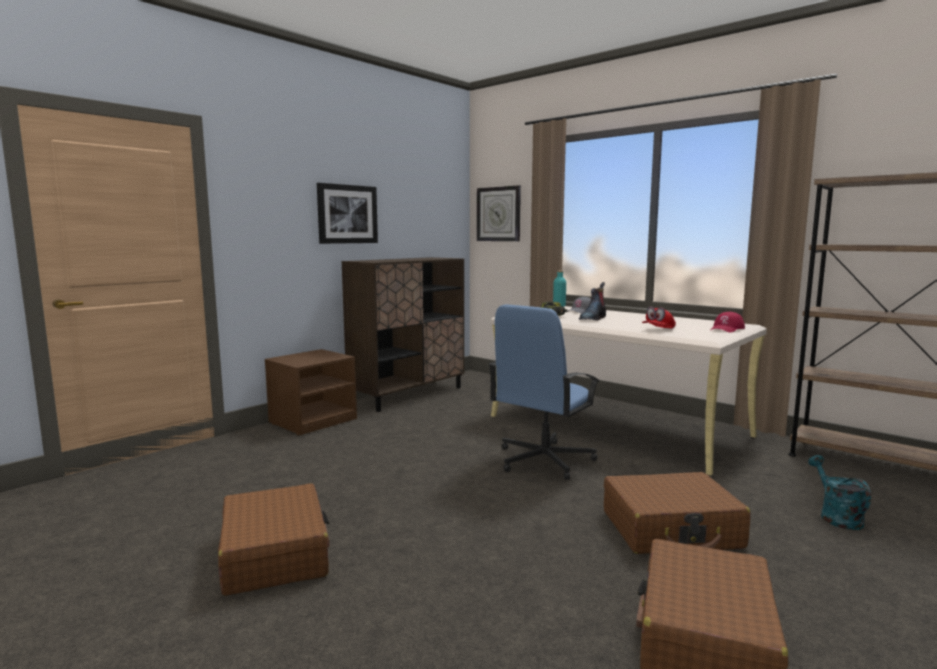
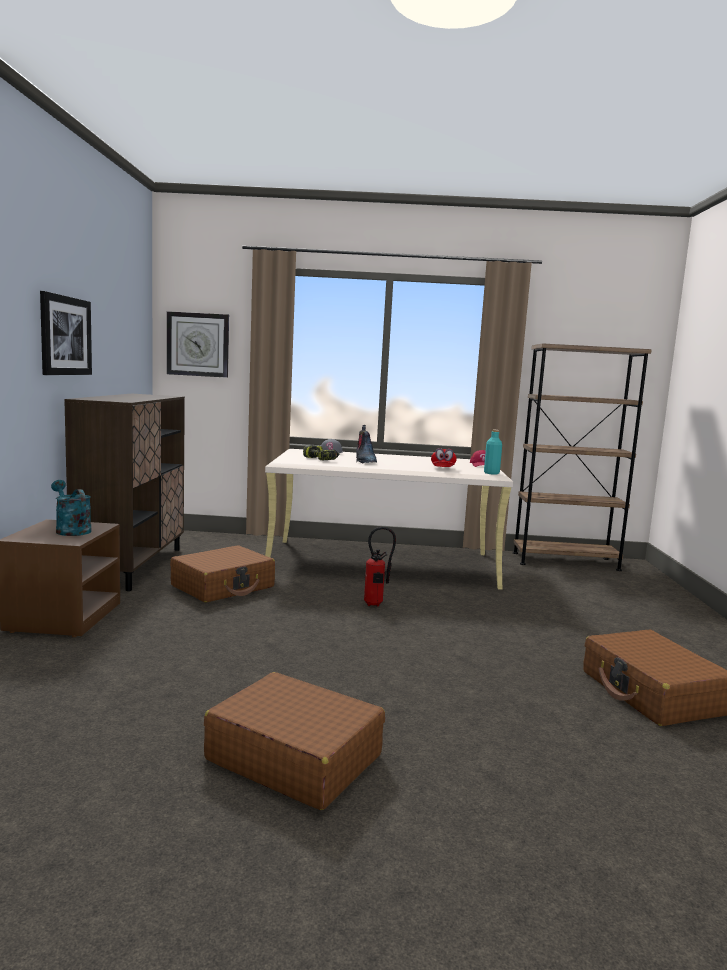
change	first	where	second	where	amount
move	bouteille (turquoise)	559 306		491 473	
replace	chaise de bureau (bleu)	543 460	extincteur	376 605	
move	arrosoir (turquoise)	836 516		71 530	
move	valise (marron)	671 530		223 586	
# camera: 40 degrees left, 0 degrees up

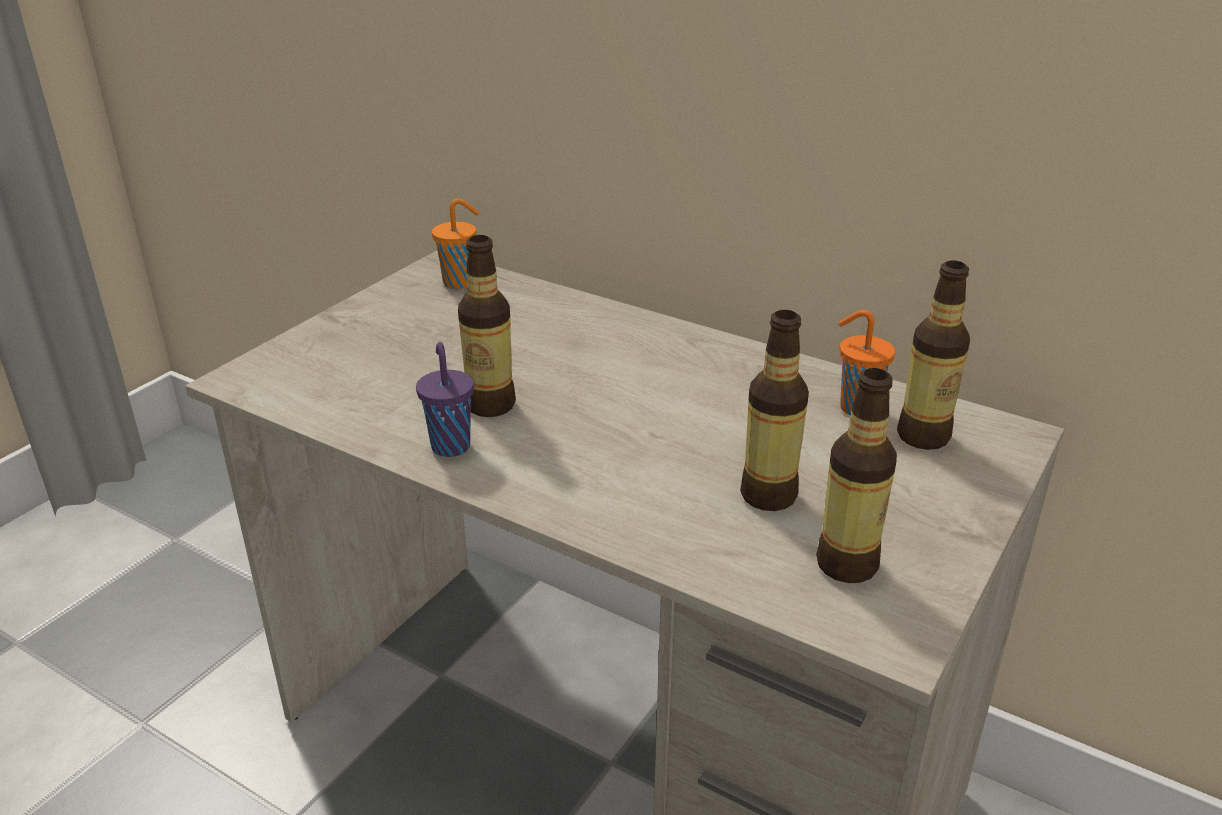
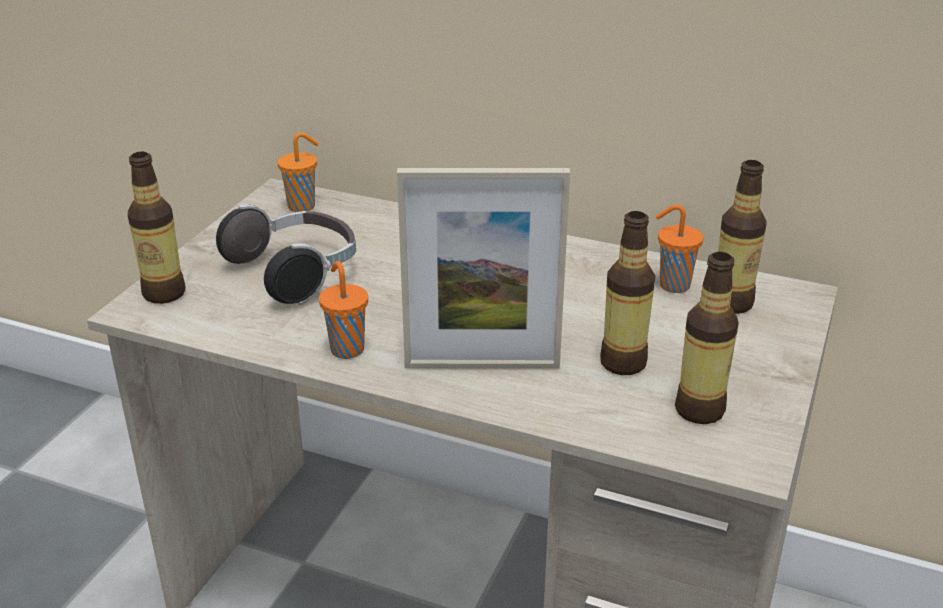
change	first	where	second	where	amount
move	bouteille	490 405		164 293	
recolor	tasse (violet)	450 445	tasse (orange)	346 349	
insert			cadre photo	482 365	
insert			casque audio	296 273	
# camera: 10 degrees left, 0 degrees up

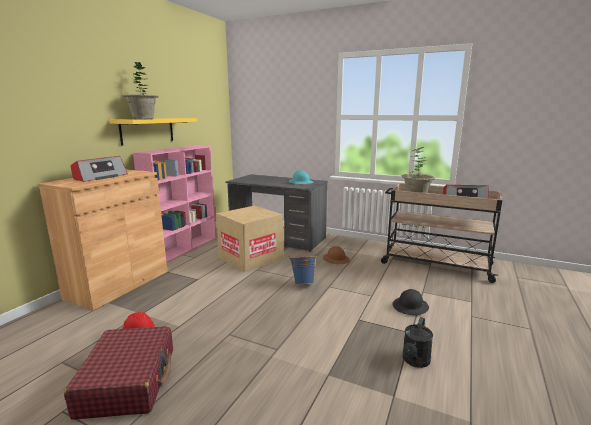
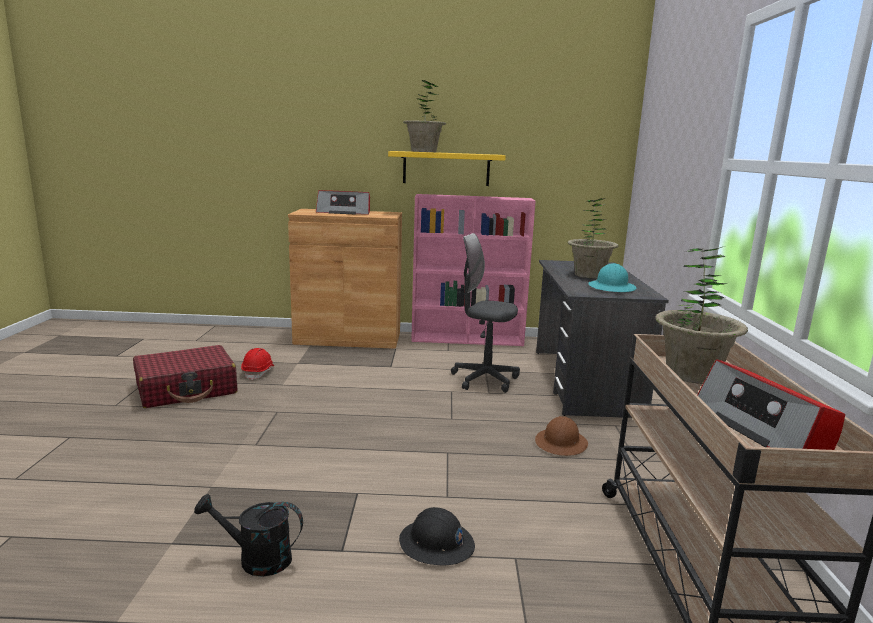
change	first	where	second	where	amount
replace	carton	250 258	chaise de bureau (gris)	484 379	
delete	seau (bleu)	303 283			
insert			plante en pot	589 275	
# camera: 65 degrees right, 0 degrees up

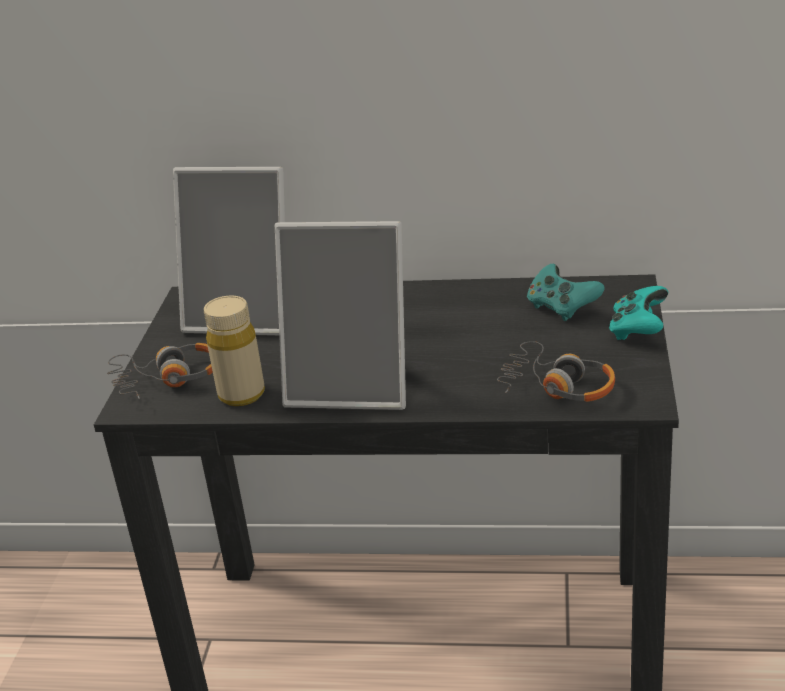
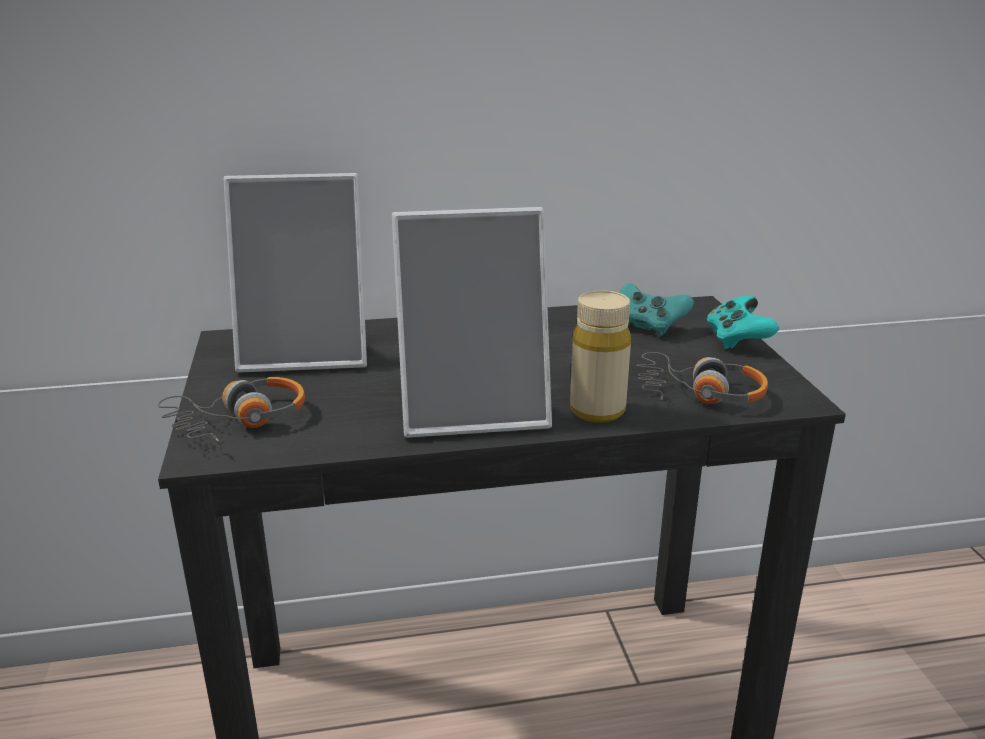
change	first	where	second	where	amount
move	bouteille (beige)	241 394		597 411	
# camera: 20 degrees left, 5 degrees down

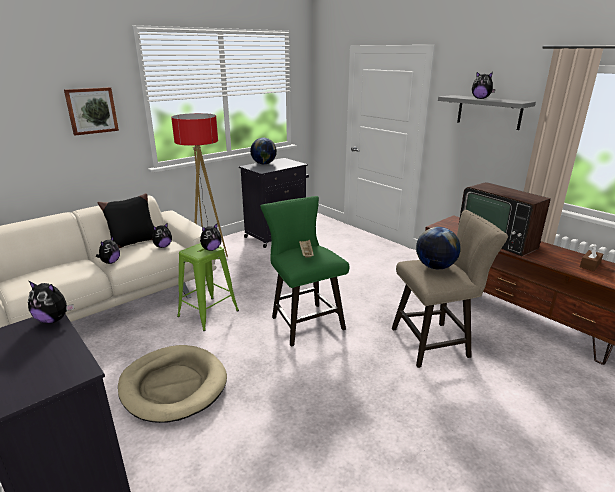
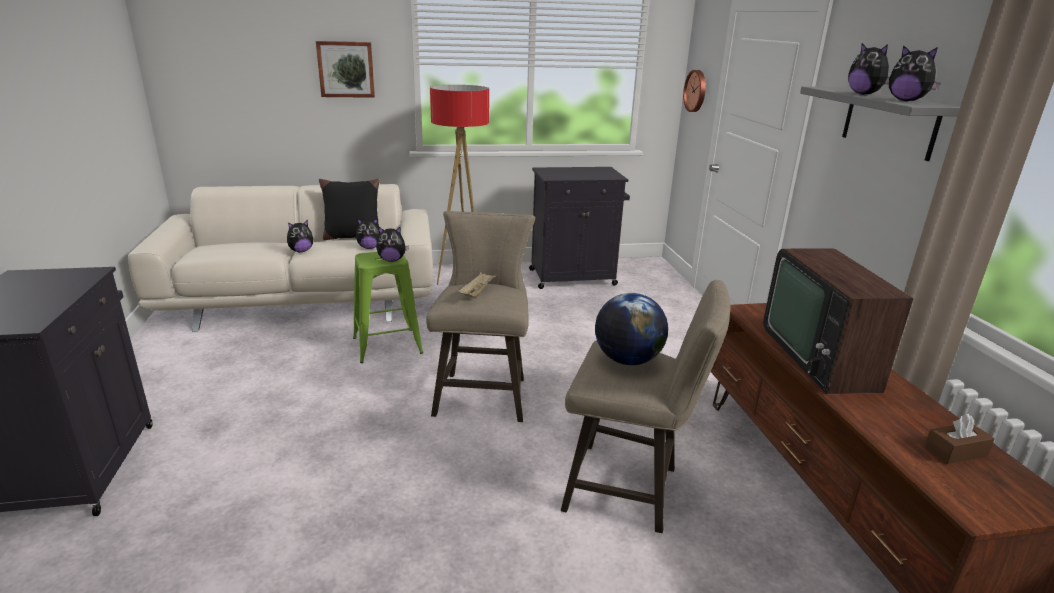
change	first	where	second	where	amount
delete	globe	264 164			
recolor	tabouret (vert)	304 321	tabouret (beige)	483 392	
move	peluche	54 319		906 101	
delete	panier pour chien (beige)	173 385			
insert			horloge murale	696 91	
# camera: 30 degrees right, 0 degrees up

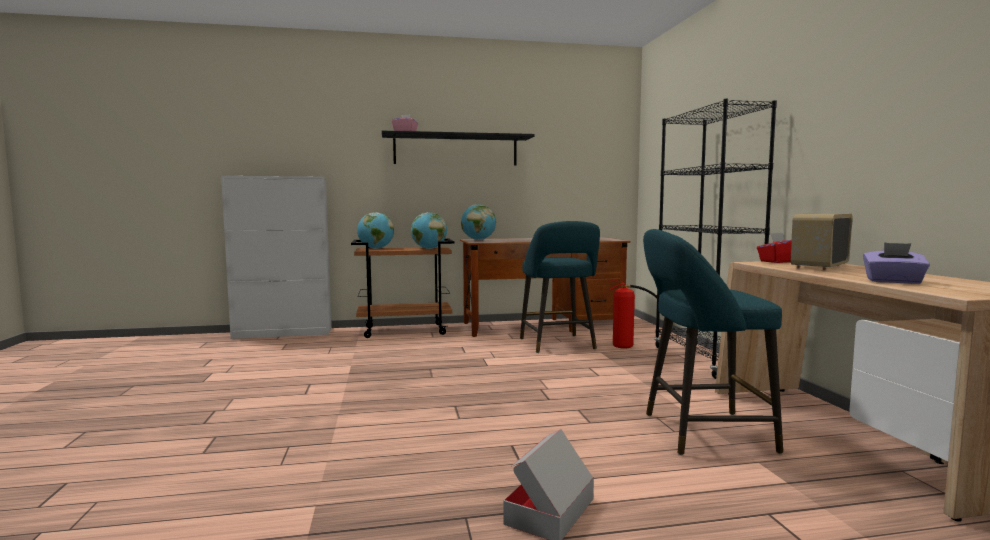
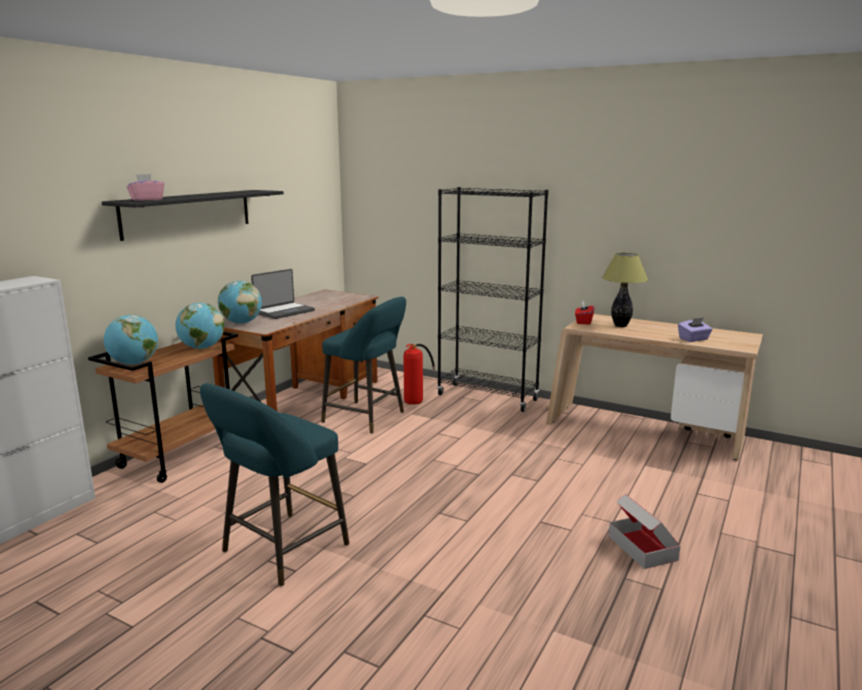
change	first	where	second	where	amount
replace	radio	819 267	lampe de table	621 326	
move	tabouret (turquoise)	700 433		280 551	
insert			ordinateur portable	284 311	
# camera: 50 degrees left, 10 degrees up

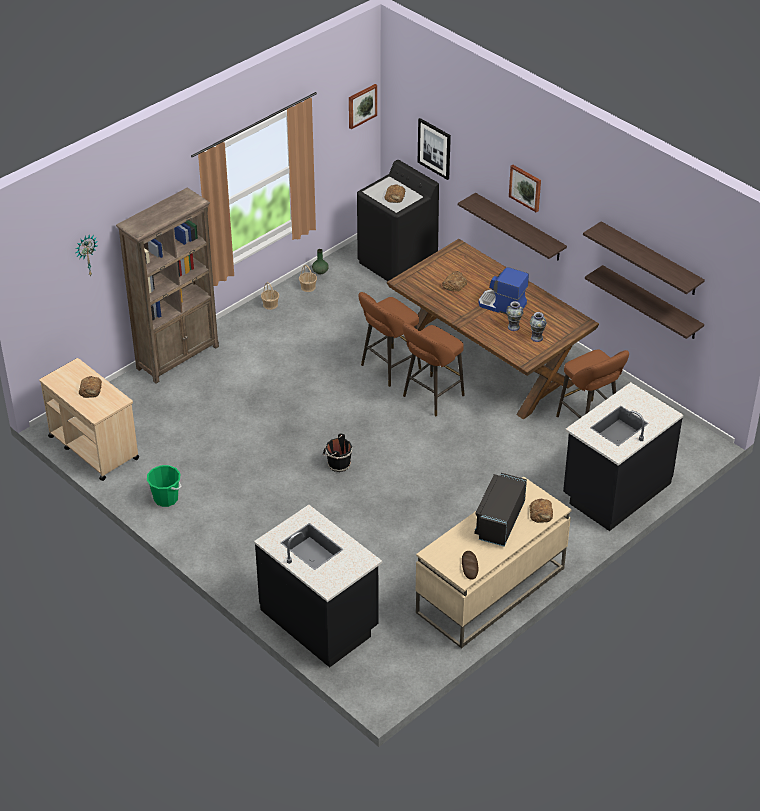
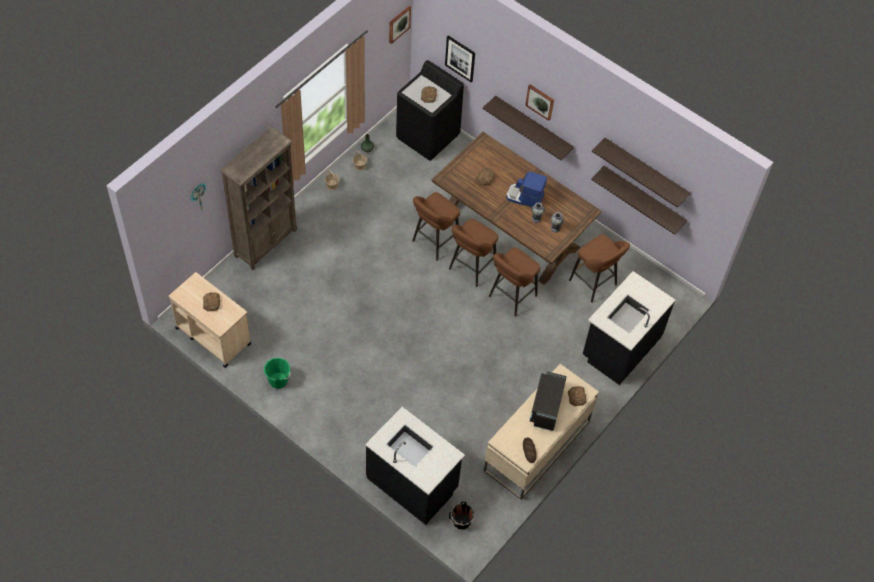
change	first	where	second	where	amount
move	seau (noir)	338 464		460 522	
insert			tabouret (marron)	511 297	
# camera: 10 degrees left, 15 degrees up

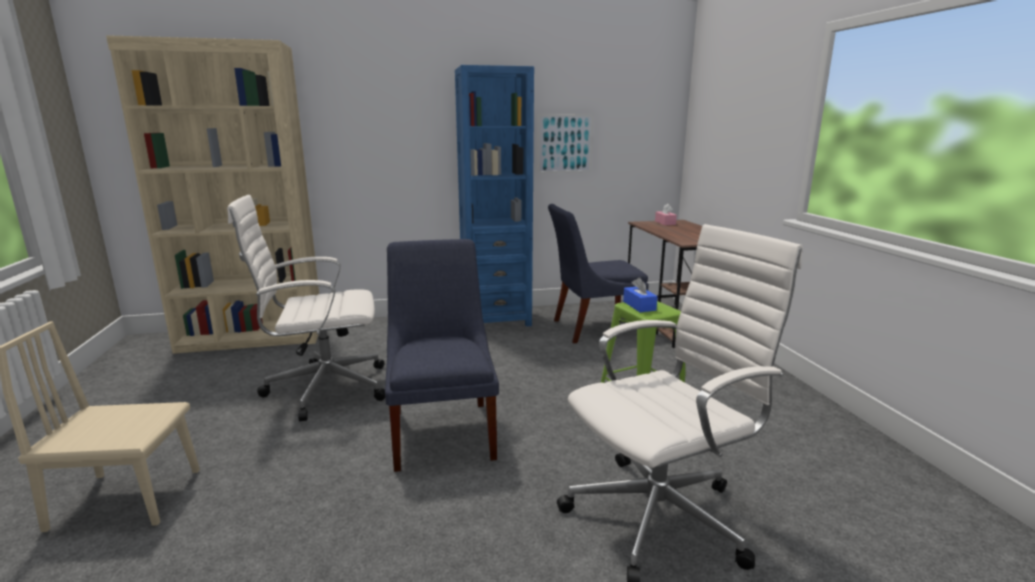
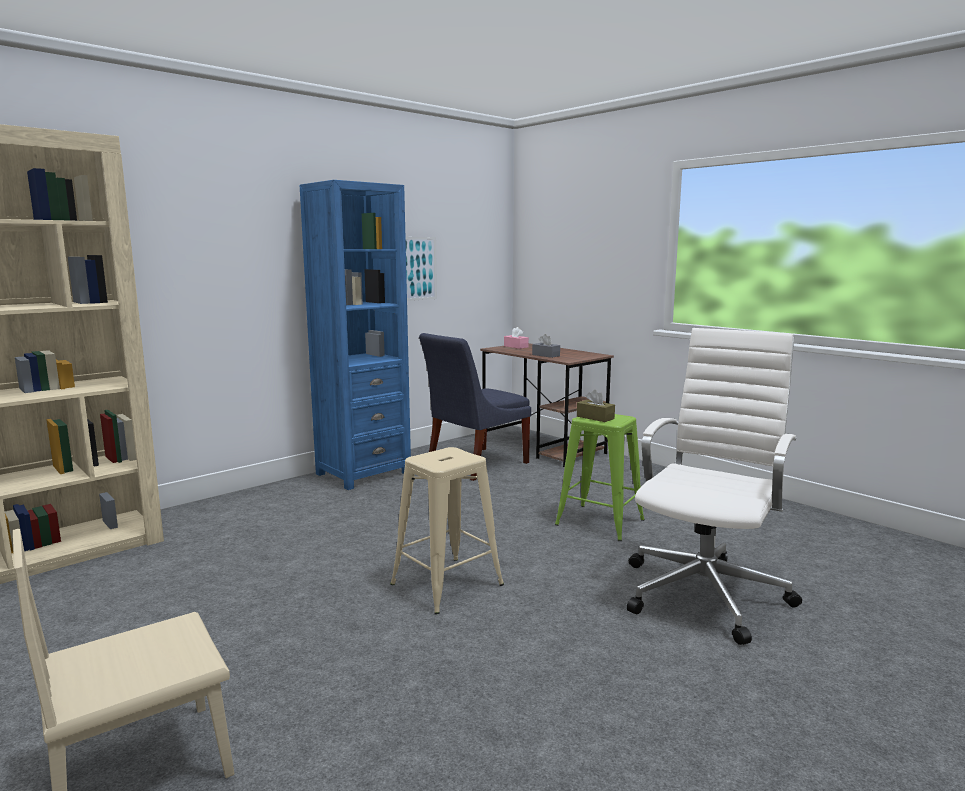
change	first	where	second	where	amount
delete	chaise de bureau (blanc)	324 388			
replace	chaise (bleu)	443 430	tabouret (beige)	446 585	
recolor	boîte à mouchoirs (bleu)	639 306	boîte à mouchoirs (marron)	595 417	
insert			boîte à mouchoirs (gris)	546 355	
# camera: 30 degrees left, 5 degrees down

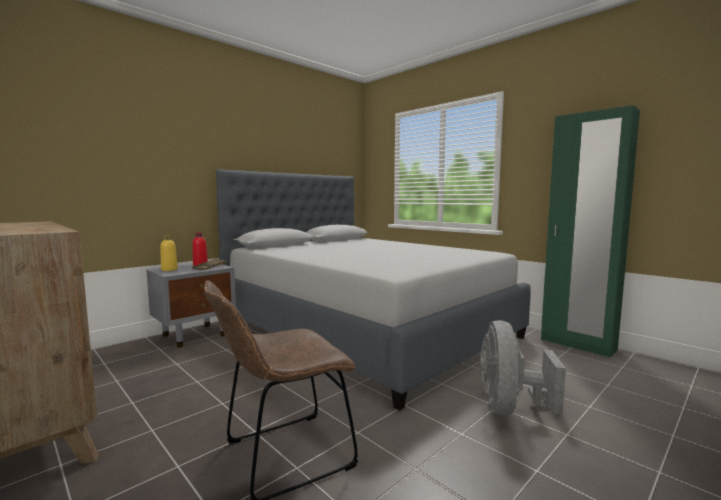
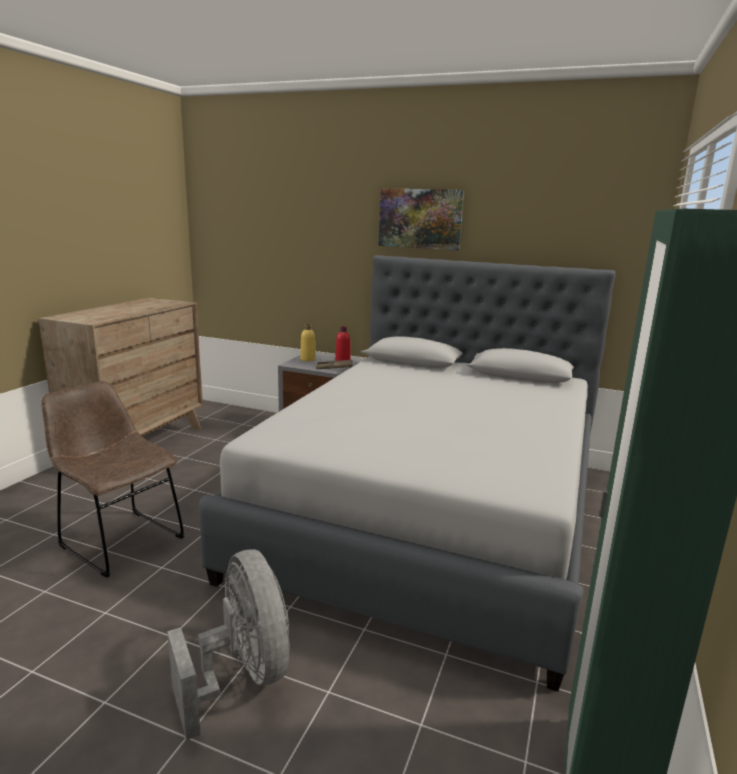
change	first	where	second	where	amount
rotate	ventilateur (gris)	510 408		242 675	75 degrees clockwise
insert			tableau	420 218	
# camera: 65 degrees right, 10 degrees up

